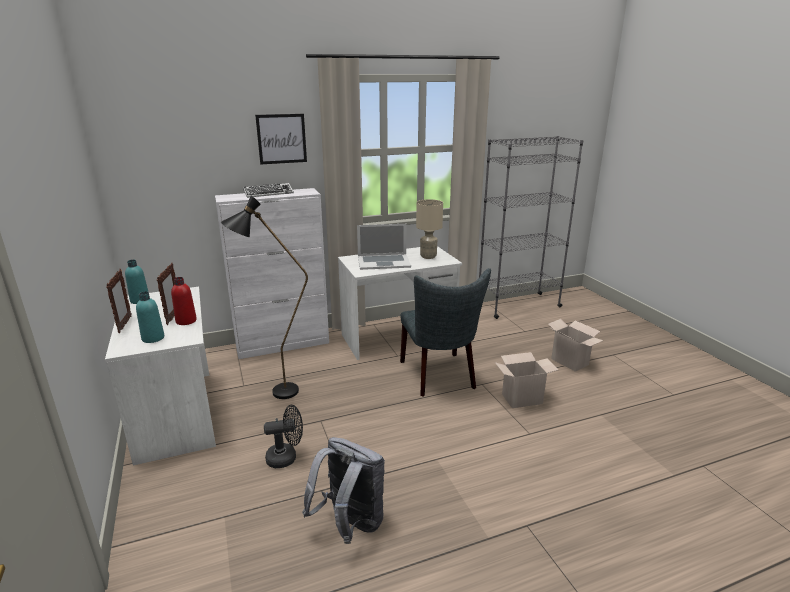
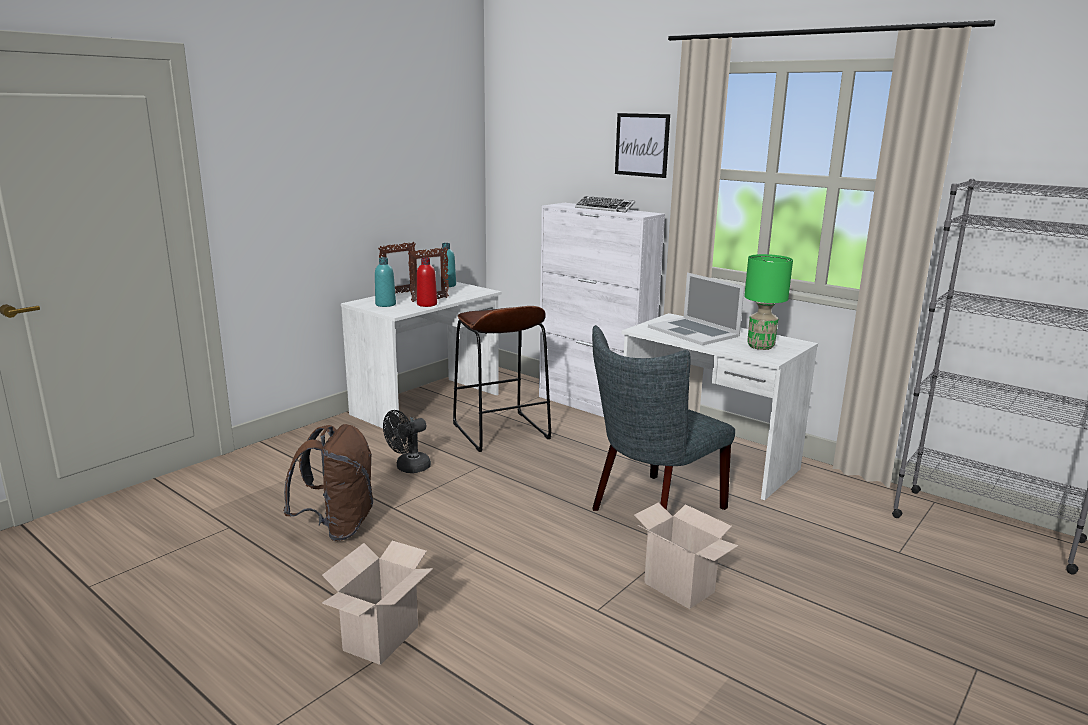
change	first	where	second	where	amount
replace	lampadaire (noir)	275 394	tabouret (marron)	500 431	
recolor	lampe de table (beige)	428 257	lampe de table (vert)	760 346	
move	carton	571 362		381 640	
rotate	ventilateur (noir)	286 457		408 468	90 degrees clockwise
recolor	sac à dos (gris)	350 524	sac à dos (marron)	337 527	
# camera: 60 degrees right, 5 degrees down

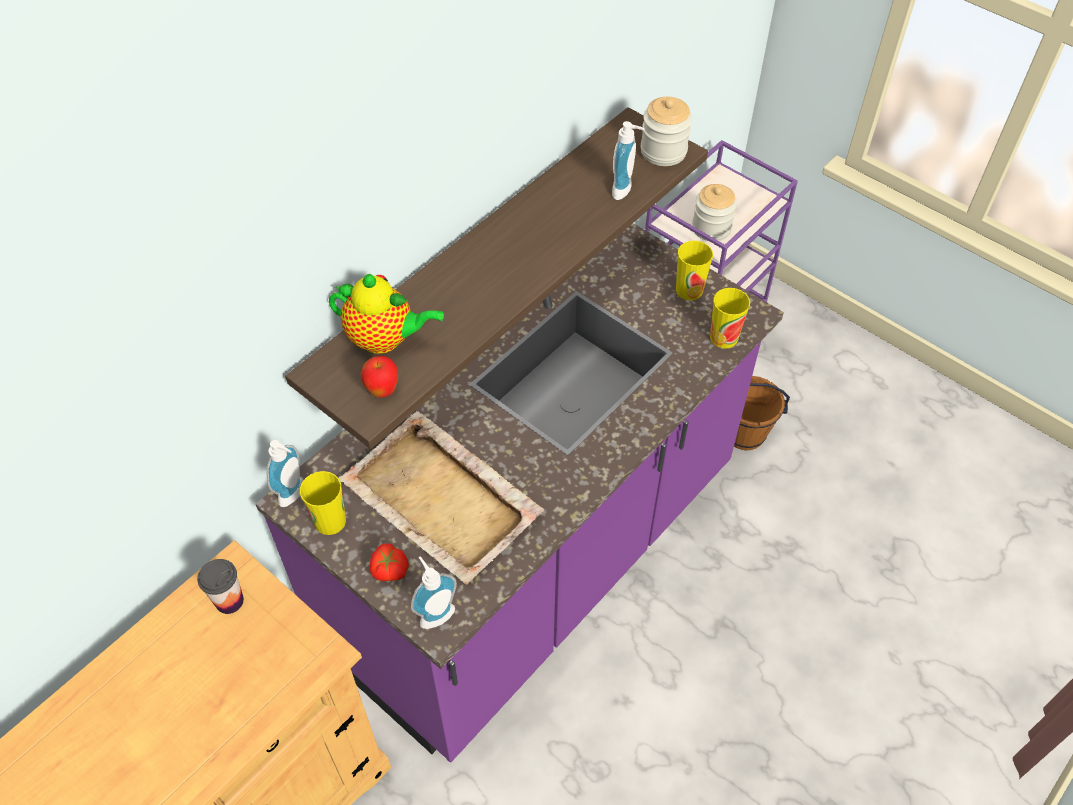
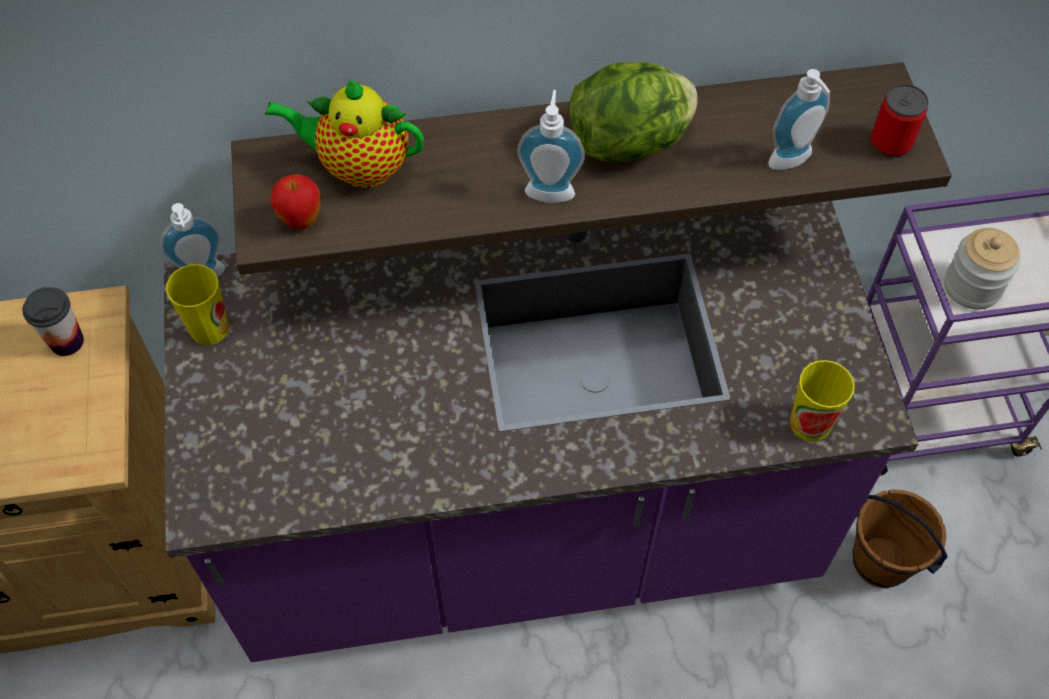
change	first	where	second	where	amount
replace	bocal	663 151	boîte métallique	890 143	
delete	tasse	689 290			
rotate	théière	385 339		359 167	135 degrees clockwise
delete	plateau (beige)	442 500			
delete	tomate	389 570			
move	distributeur de savon	435 613		550 188	
insert			laitue	630 143	
# camera: 40 degrees right, 5 degrees up

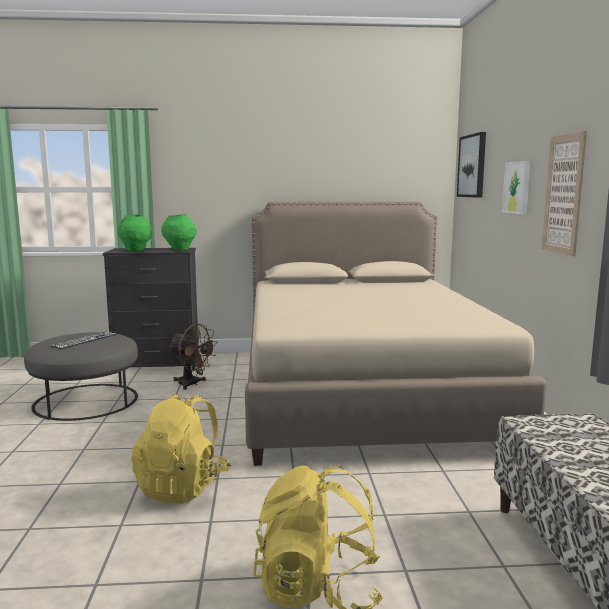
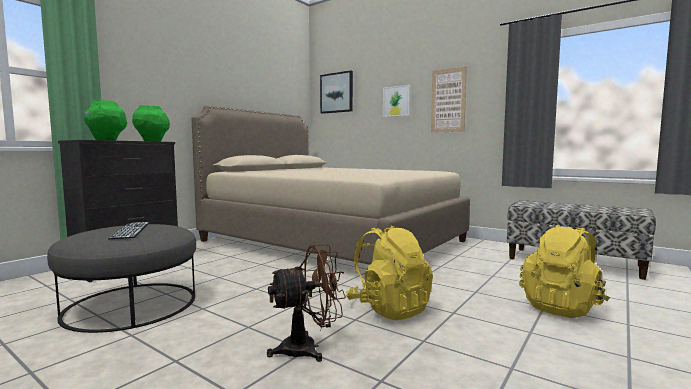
change	first	where	second	where	amount
move	ventilateur (marron)	192 384		308 348	
# camera: 50 degrees left, 5 degrees down

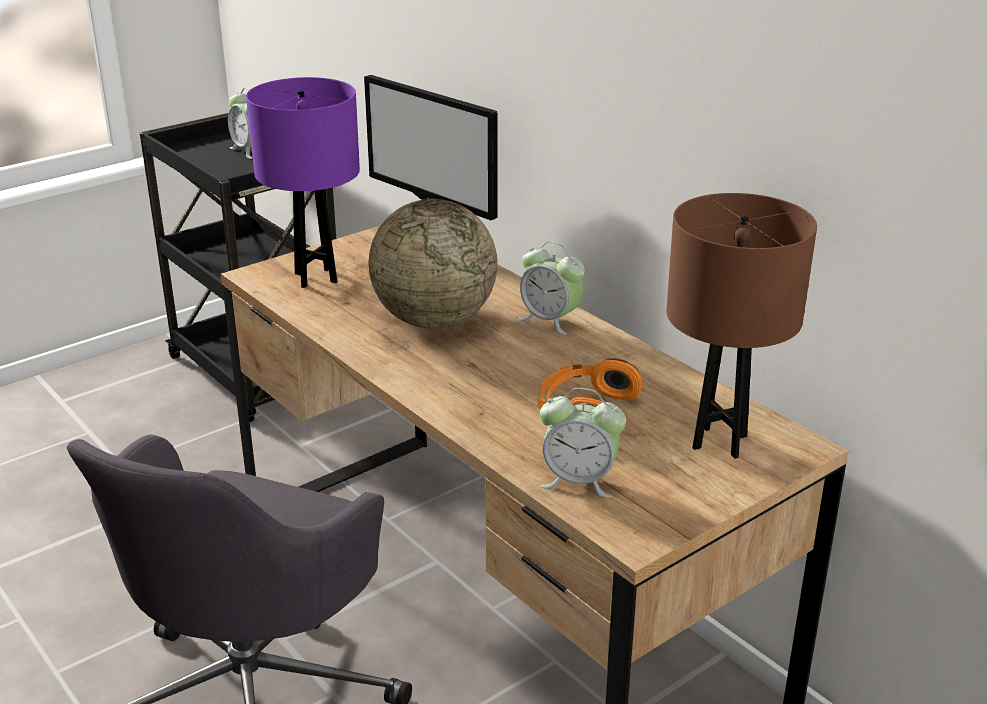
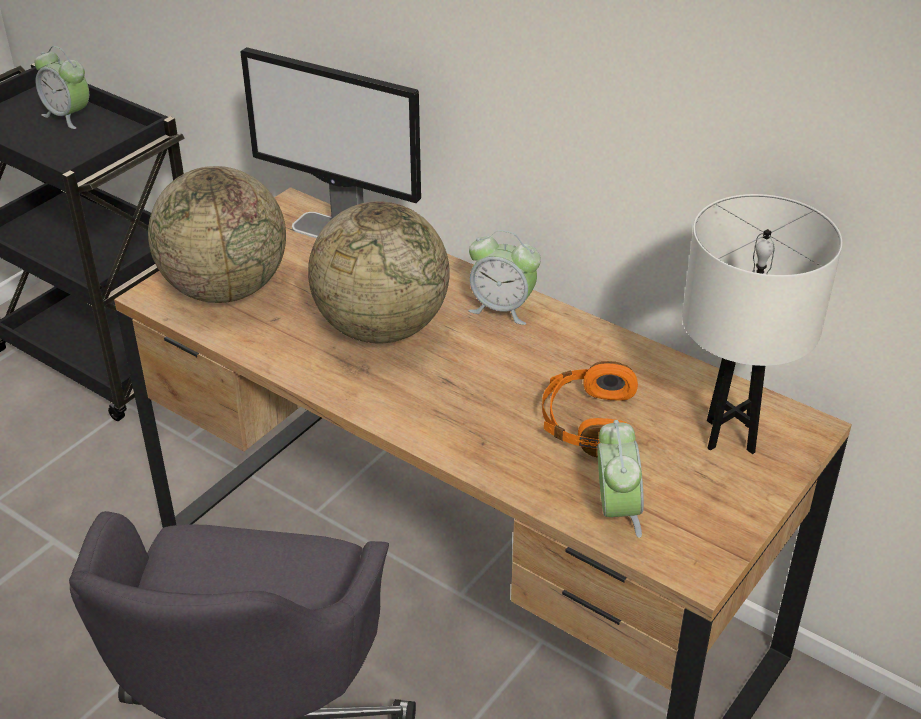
change	first	where	second	where	amount
replace	lampe de table (violet)	315 277	globe	225 289	
recolor	lampe de table (marron)	720 442	lampe de table (blanc)	731 436	
rotate	réveil	579 481		616 511	90 degrees counterclockwise
# camera: 15 degrees left, 10 degrees up

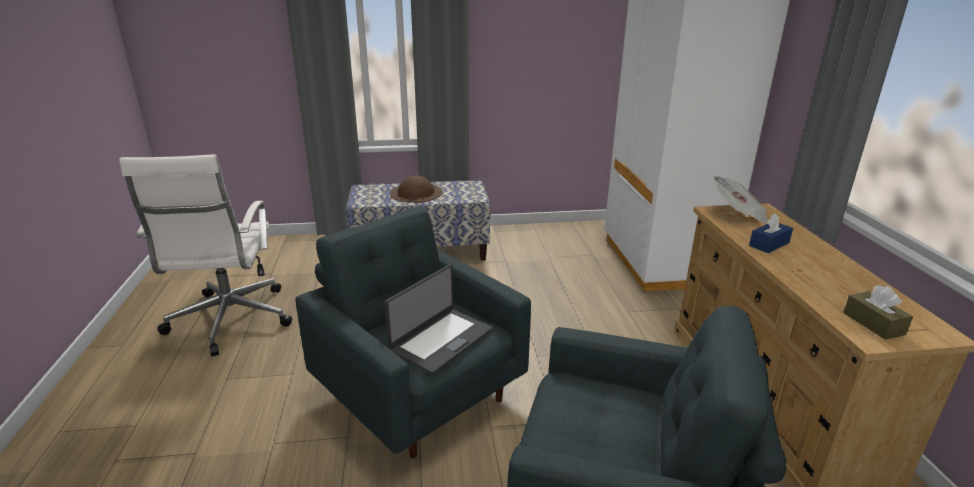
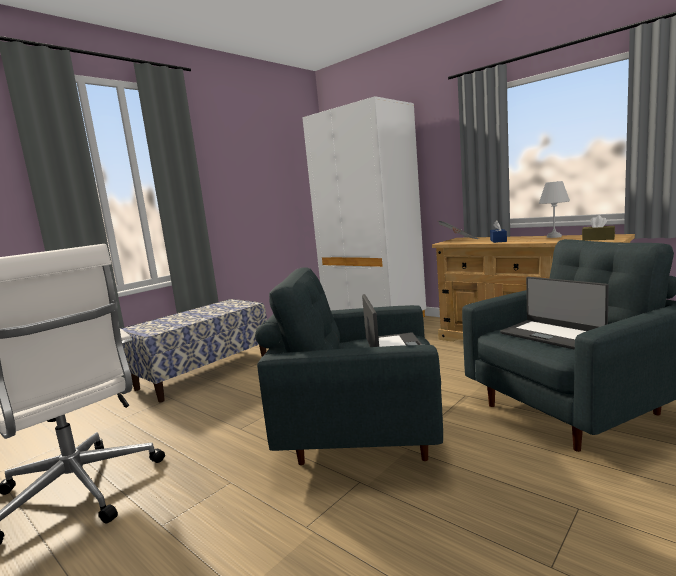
change	first	where	second	where	amount
delete	chapeau (marron)	416 192			
insert			lampe de table (blanc)	554 237	
insert			ordinateur portable	552 334	
# camera: 40 degrees left, 15 degrees down

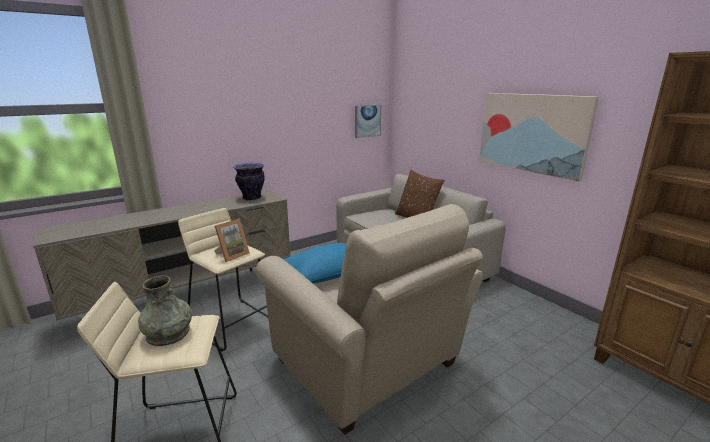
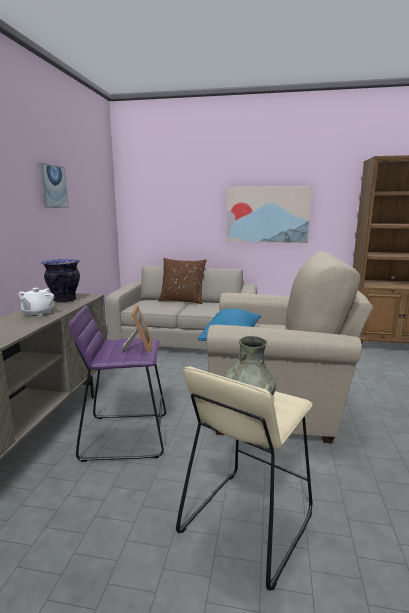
change	first	where	second	where	amount
move	tableau	367 121		53 186	
recolor	tabouret (beige)	233 323	tabouret (violet)	125 435	
insert			théière (blanc)	38 314	
# camera: 45 degrees left, 5 degrees down

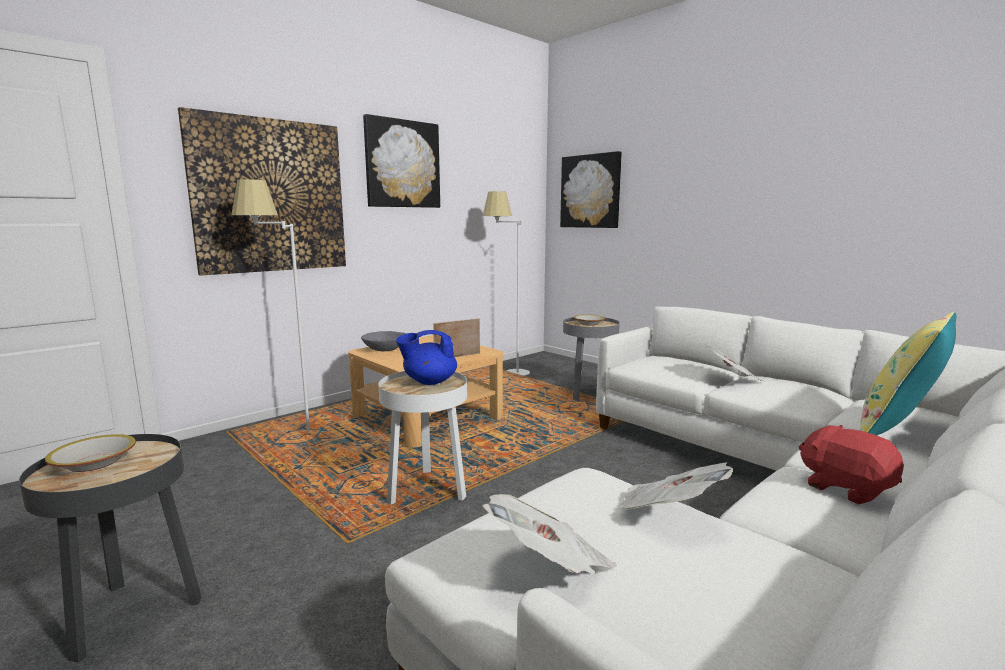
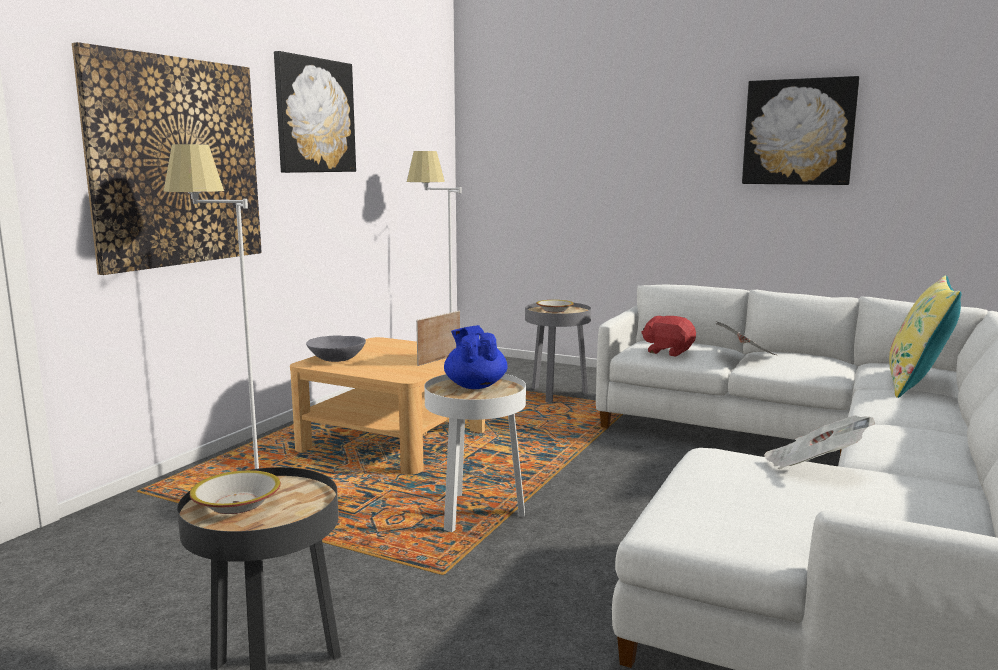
change	first	where	second	where	amount
move	tableau	590 191		798 132	
rotate	théière (bleu)	429 382		475 386	105 degrees clockwise
move	peluche (rouge)	846 488		668 352	
delete	journal	549 564			
# camera: 20 degrees left, 0 degrees up

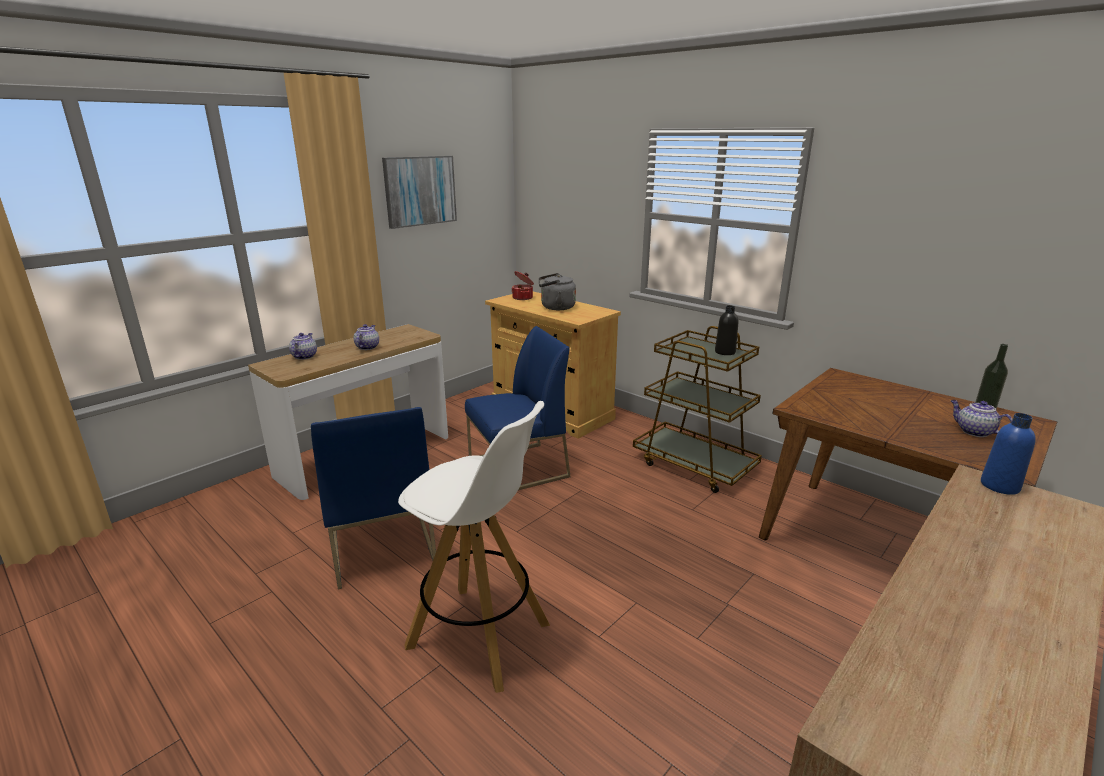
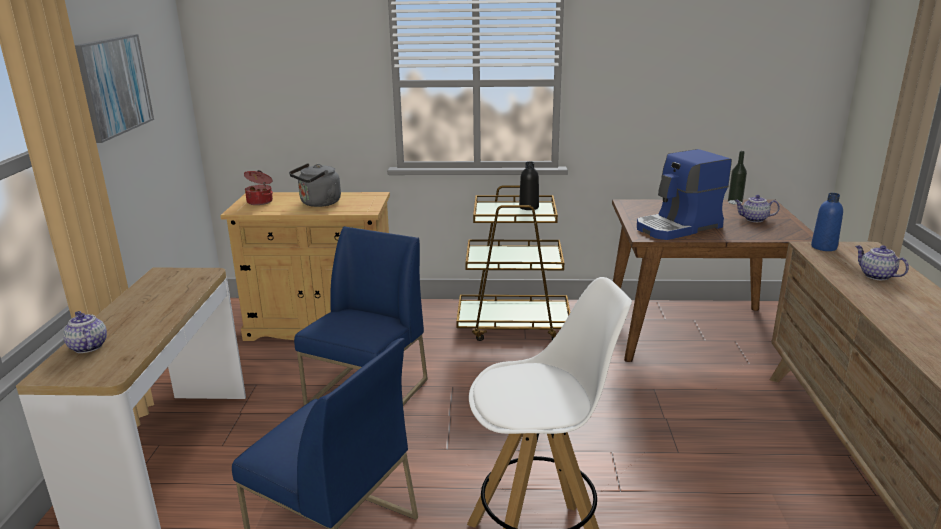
change	first	where	second	where	amount
move	théière	367 347		875 275	
insert			machine à café	679 227	
# camera: 40 degrees left, 0 degrees up

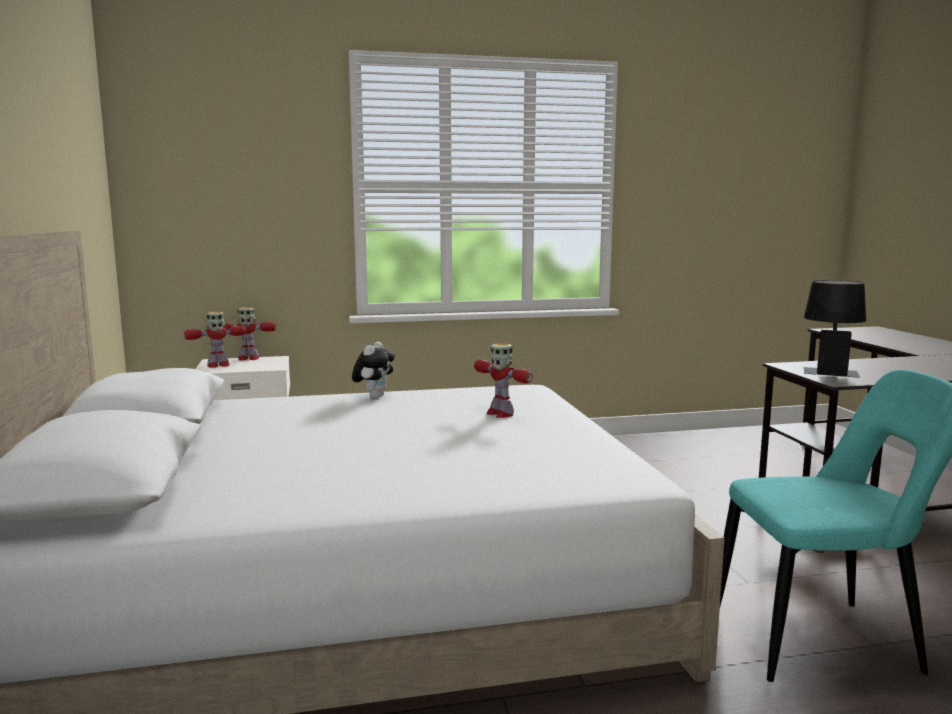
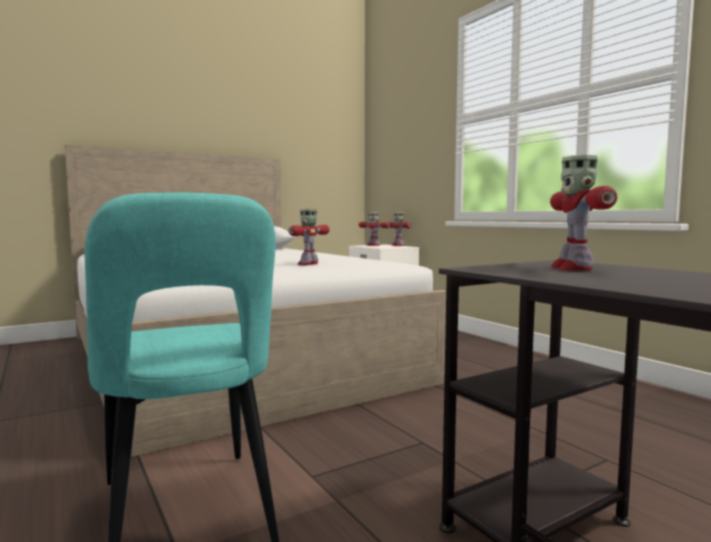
change	first	where	second	where	amount
replace	lampe de table (noir)	829 370	robot jouet	572 268	
delete	peluche	374 396			
# camera: 70 degrees right, 5 degrees down

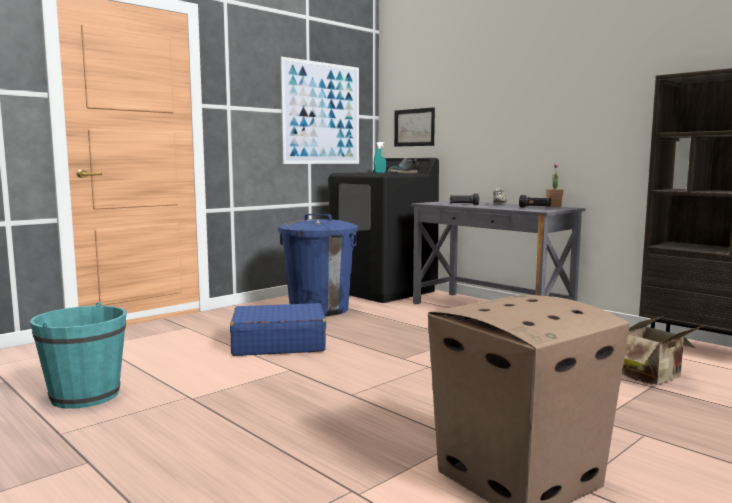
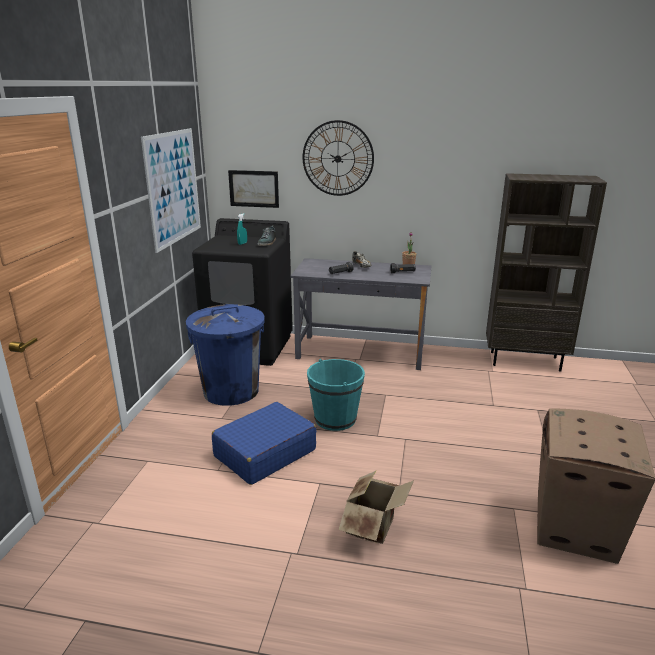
change	first	where	second	where	amount
move	seau (turquoise)	85 396		335 419	
move	carton	654 378		374 527	
insert			horloge murale	337 158	
# camera: 35 degrees left, 15 degrees up

